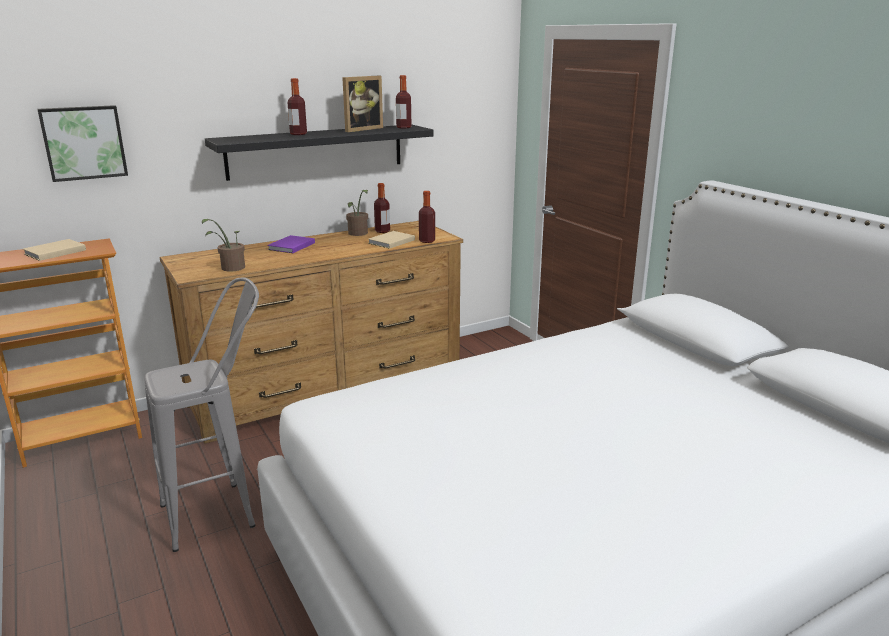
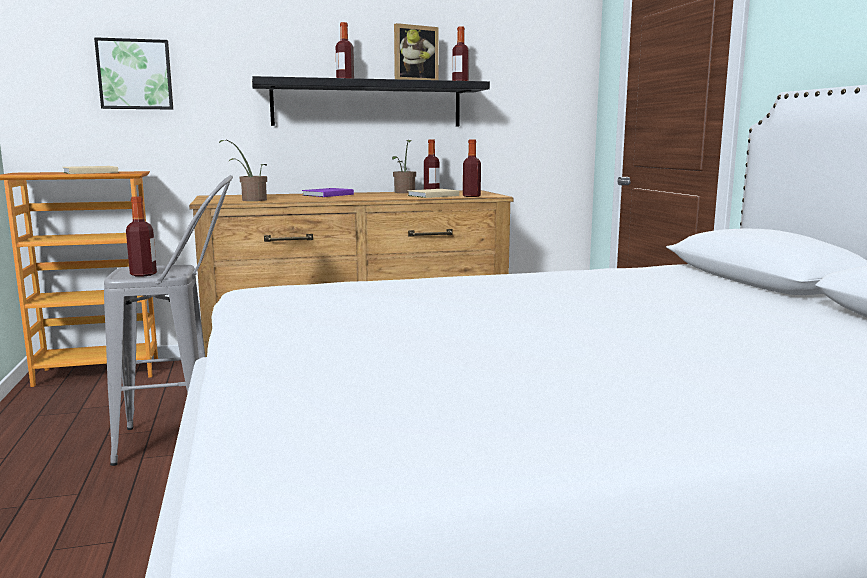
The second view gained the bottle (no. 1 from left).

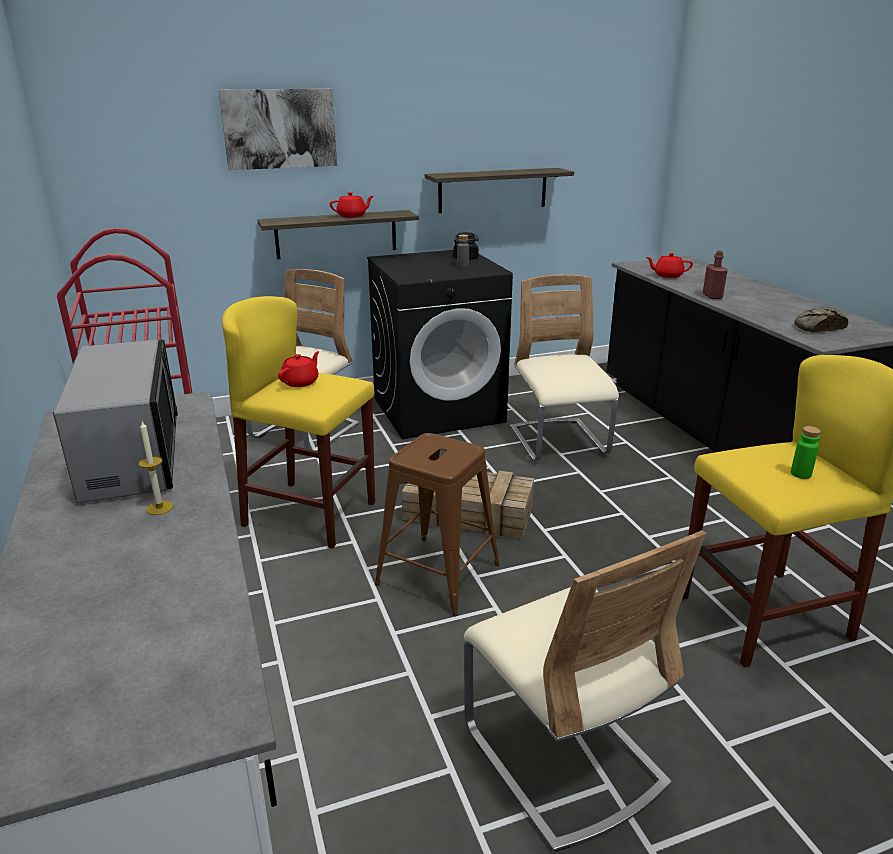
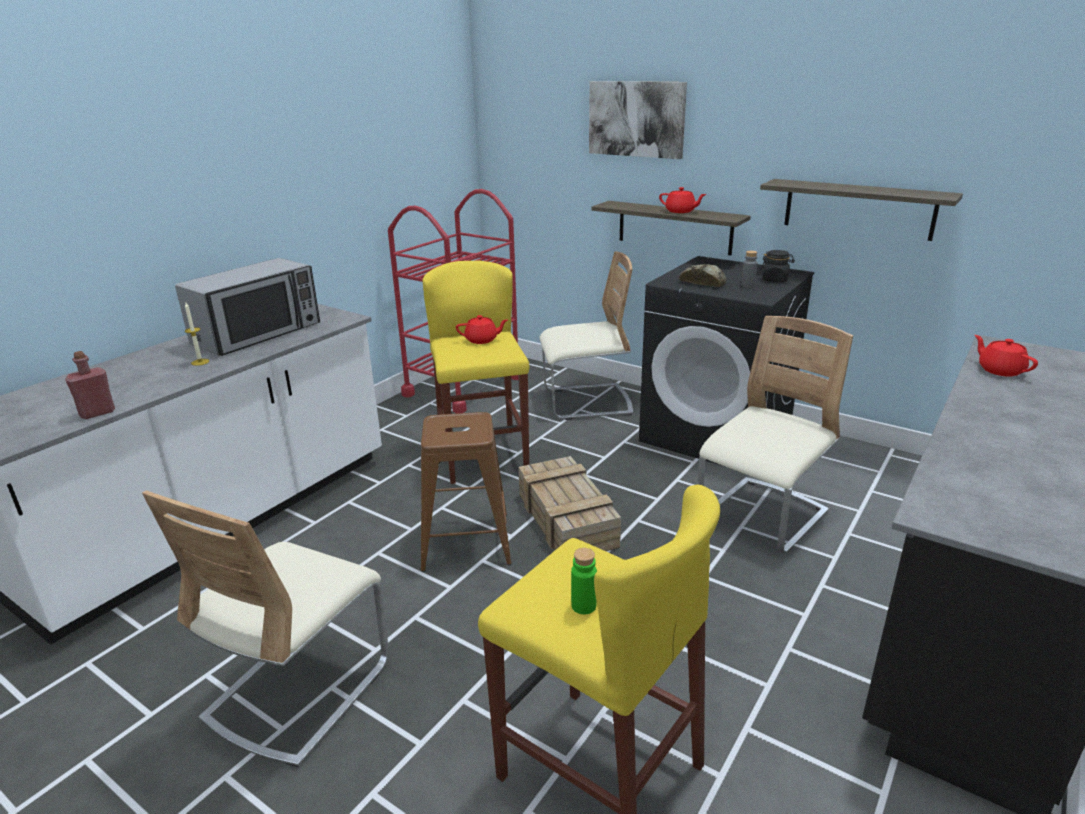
The reddish bottle ended up elsewhere. The bread ended up elsewhere.

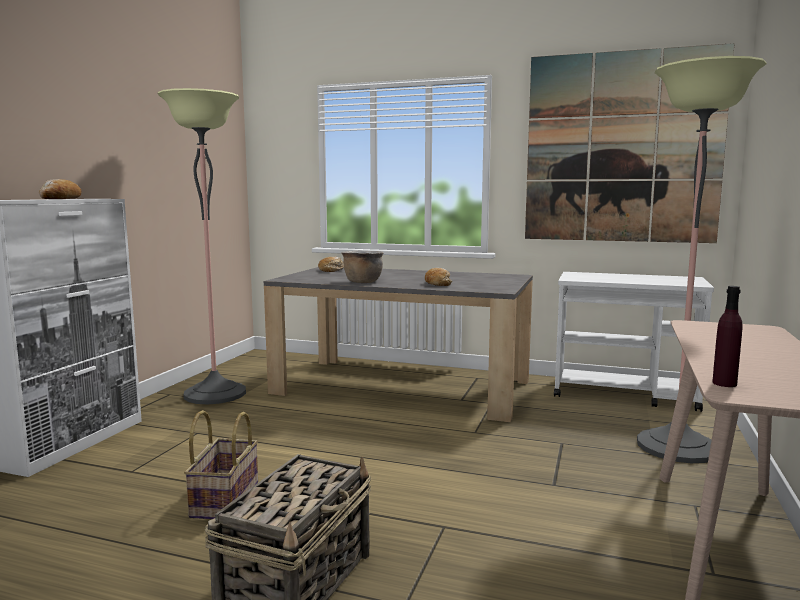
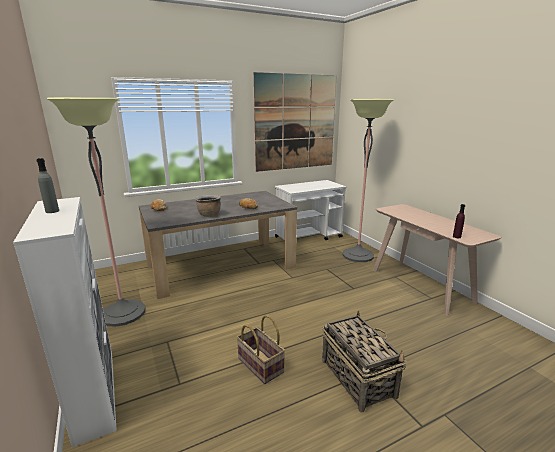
Where the bread (no. 1 from left) stood, the gray bottle came to stand.

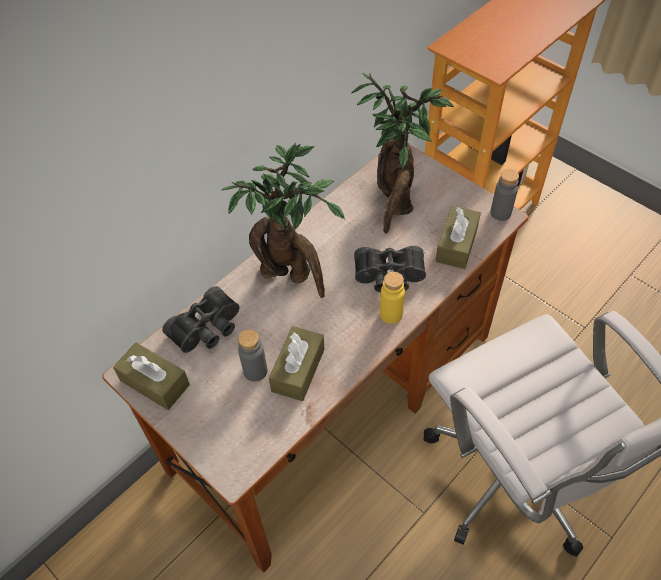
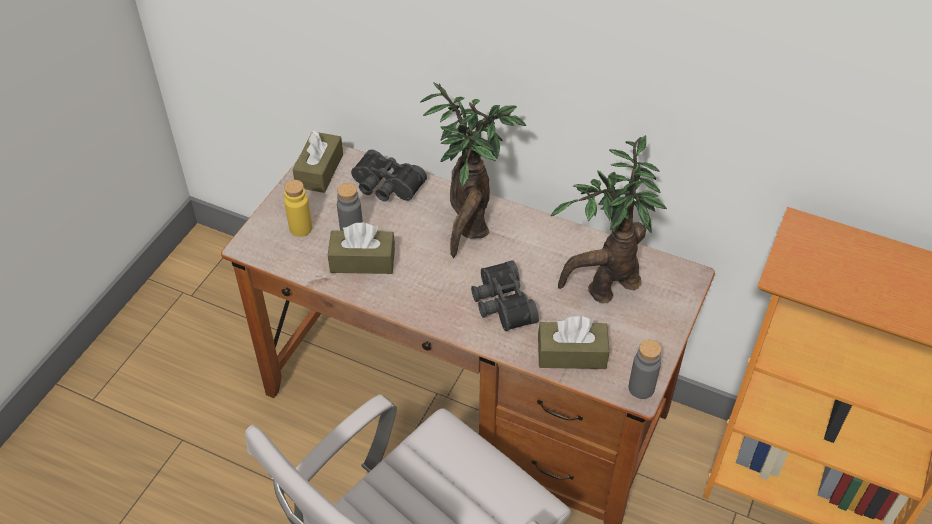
The yellow-coloured bottle ended up elsewhere.

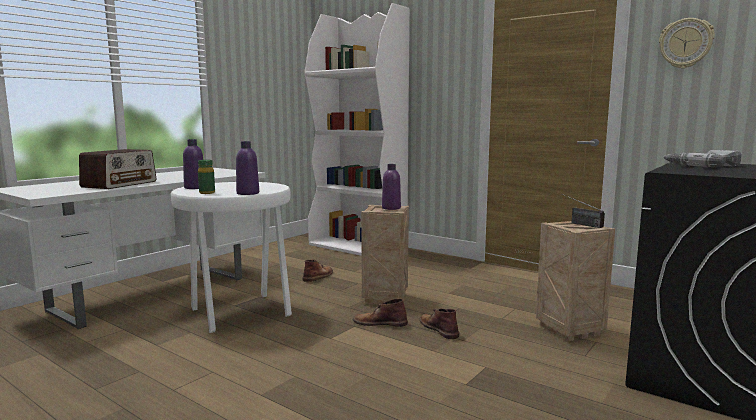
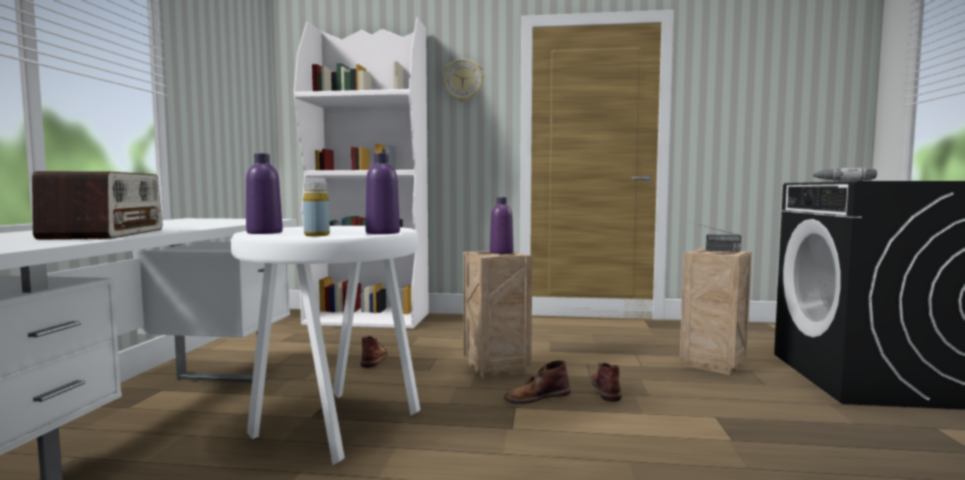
The hanging clock ended up elsewhere. What was the green-coloured bottle turned into the yellow-coloured bottle. The brownish tall boot (no. 3 from left) ended up facing another way, 60 degrees clockwise from before.

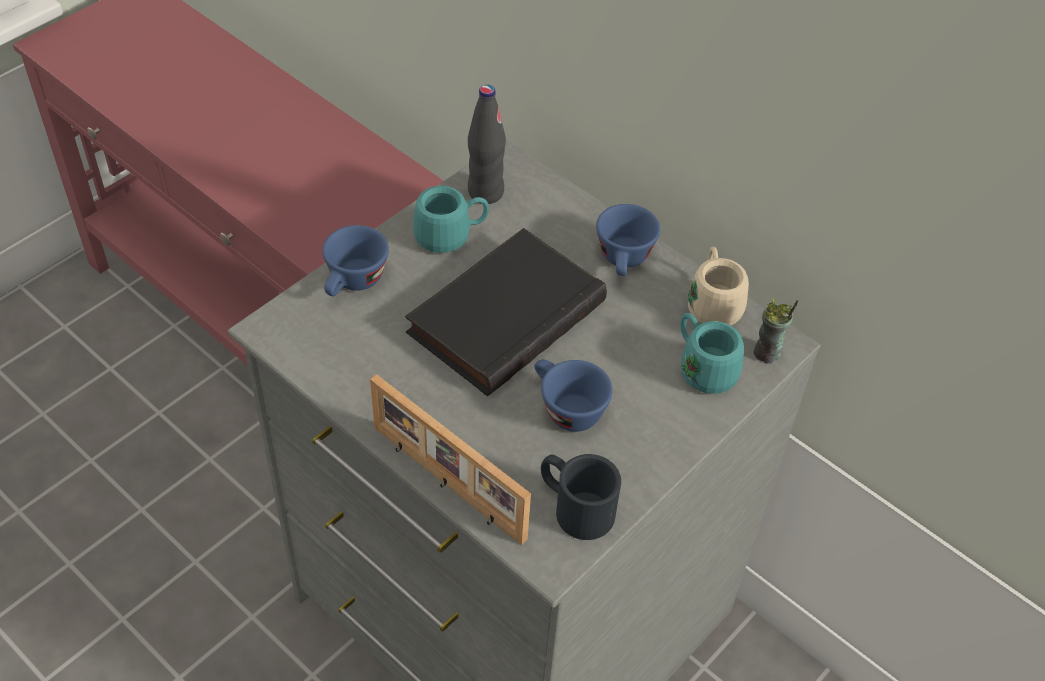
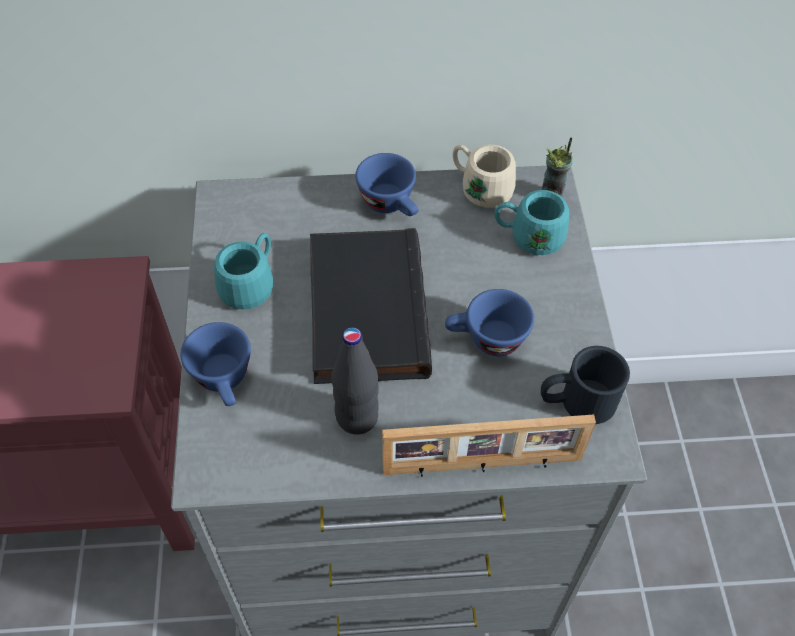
The blackish bottle ended up elsewhere.

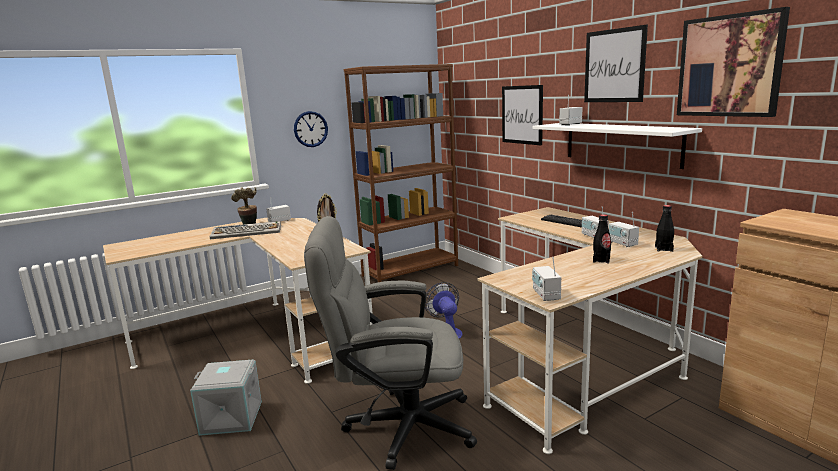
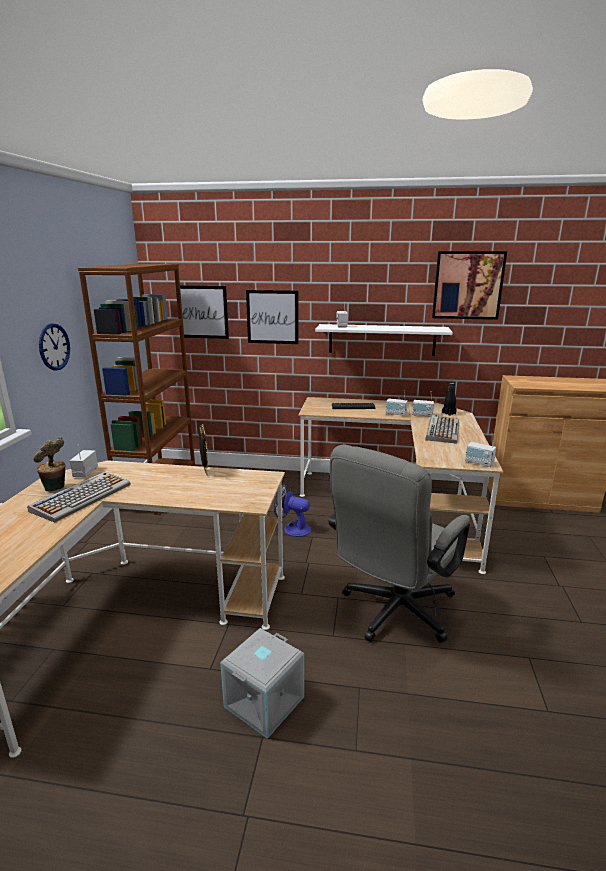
The wall picture (no. 2 from left in the first image) ended up elsewhere. Where the blackish bottle (no. 1 from left) stood, the computer keyboard (no. 3 from left) came to stand.

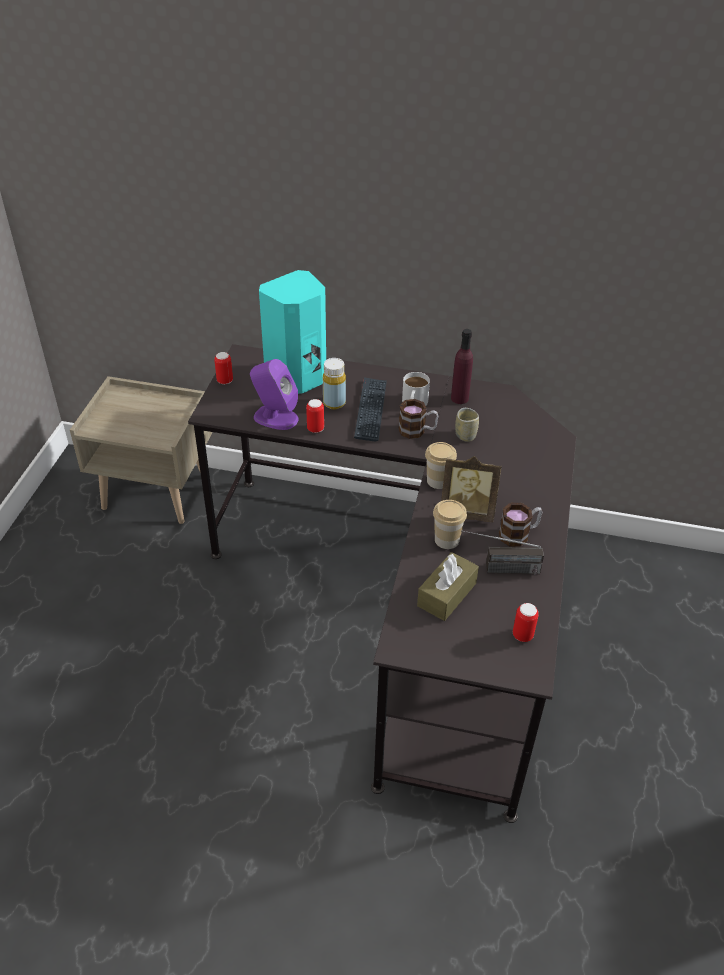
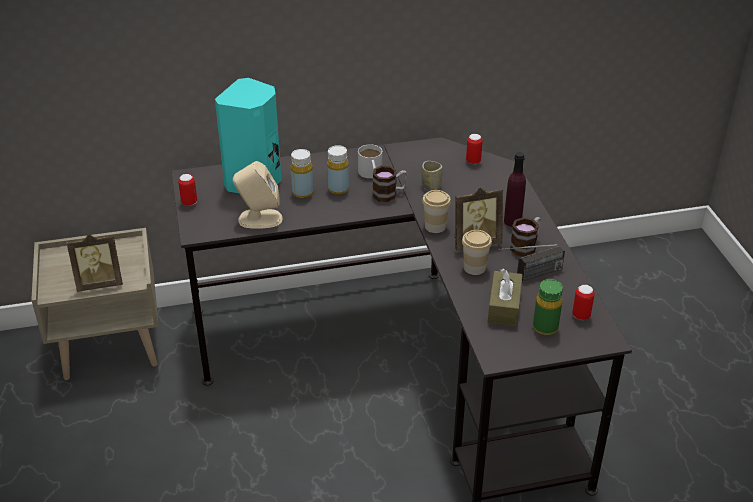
The purplish bottle ended up elsewhere. What was the purplish loudspeaker turned into the sand-coloured loudspeaker. Where the computer keyboard stood, the yellow-coloured bottle (no. 2 from left) came to stand. The metal can (no. 2 from left) ended up elsewhere. The second view gained the standing frame (no. 1 from left). The second view gained the green-coloured bottle.

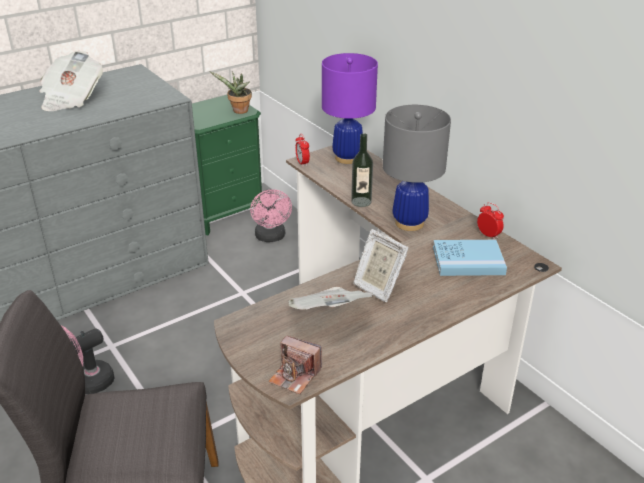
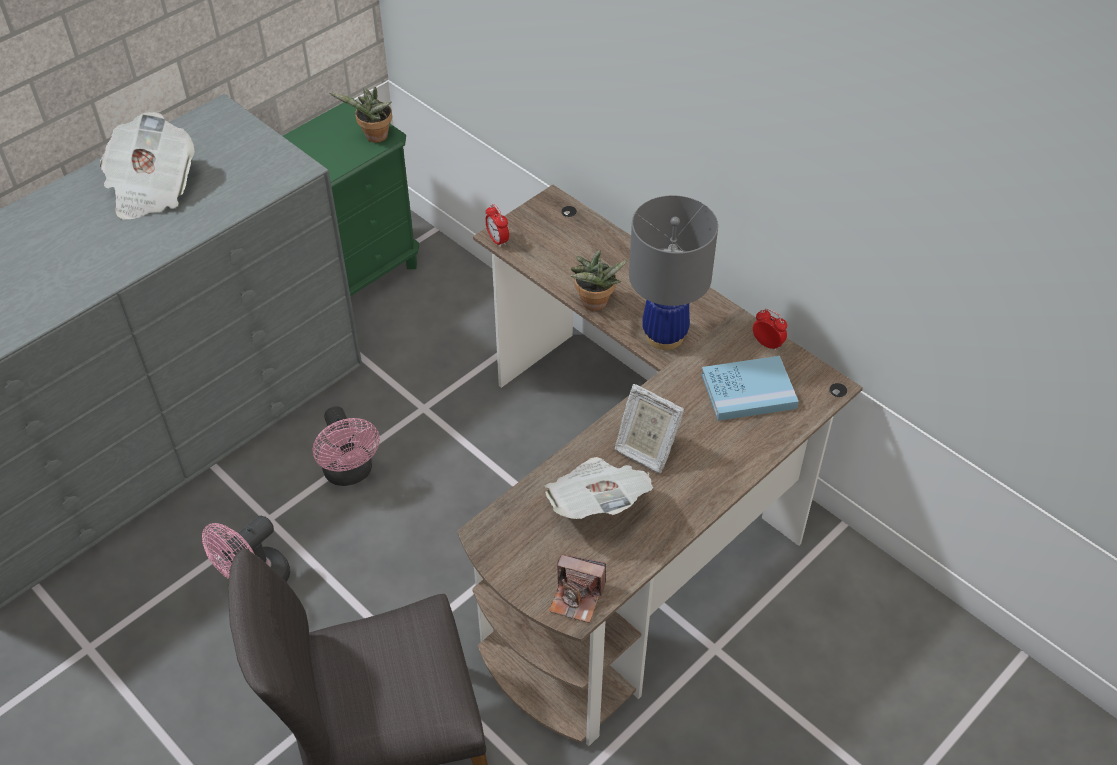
The second view lost the purplish lamp for a table. Where the bottle stood, the potted plant (no. 2 from left) came to stand. The pink electric fan (no. 2 from left) ended up elsewhere.

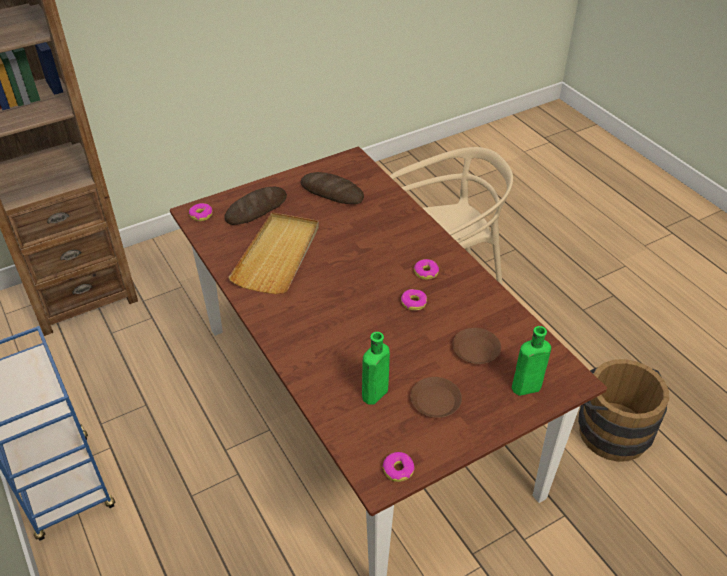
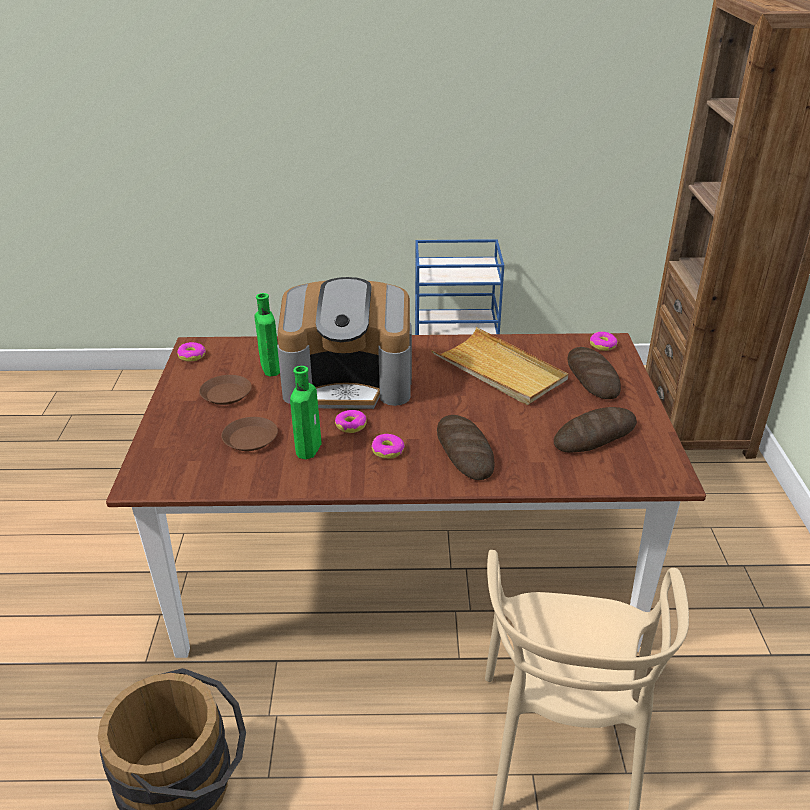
The green-coloured bottle (no. 2 from left) ended up elsewhere. The second view gained the coffee brewer. The second view gained the bread (no. 1 from left).

